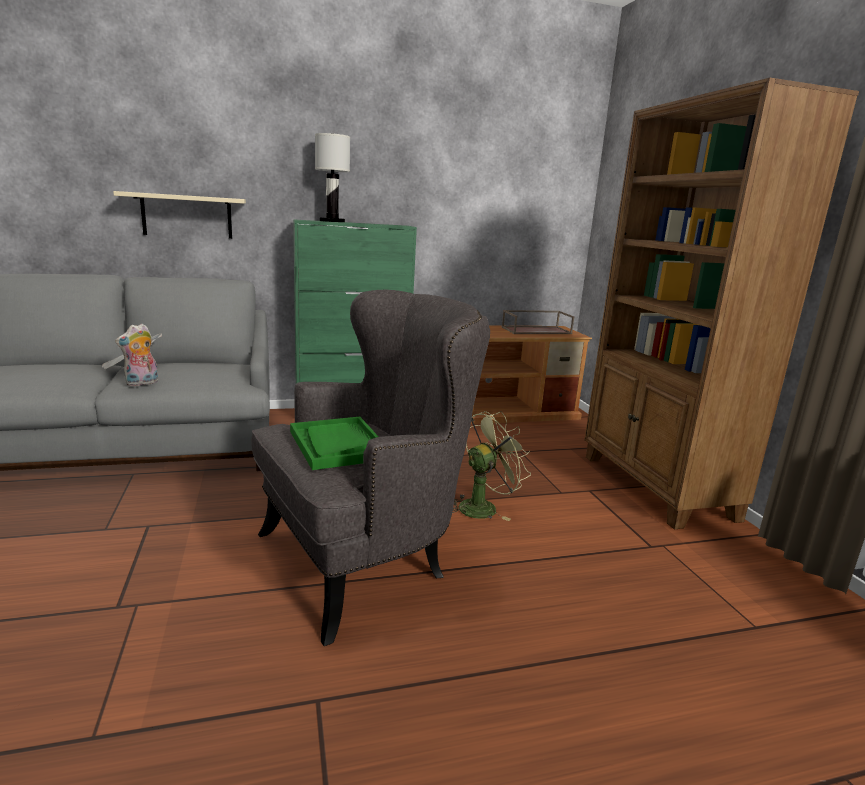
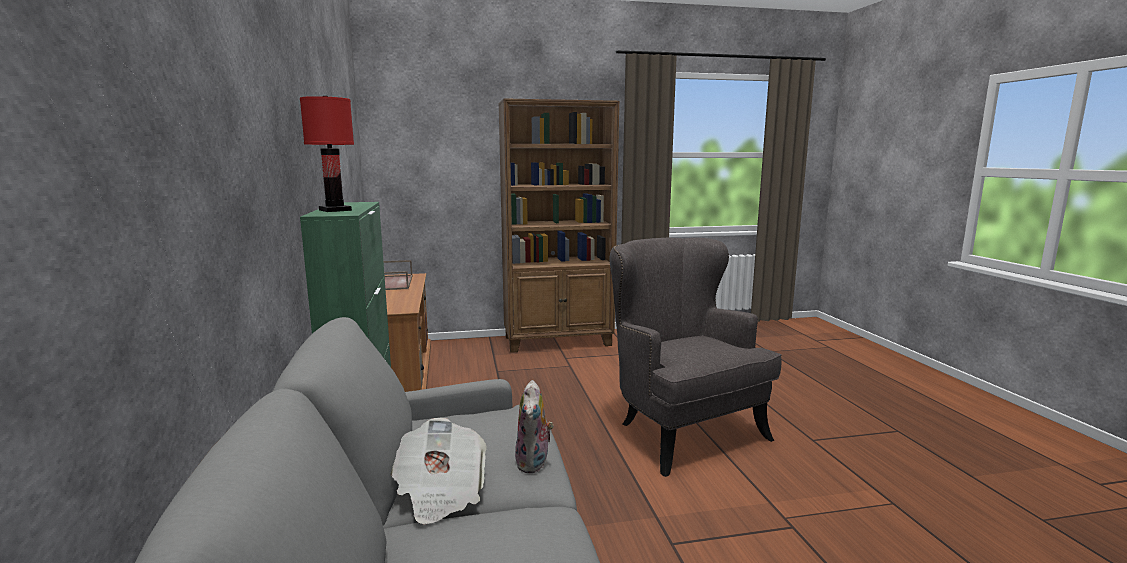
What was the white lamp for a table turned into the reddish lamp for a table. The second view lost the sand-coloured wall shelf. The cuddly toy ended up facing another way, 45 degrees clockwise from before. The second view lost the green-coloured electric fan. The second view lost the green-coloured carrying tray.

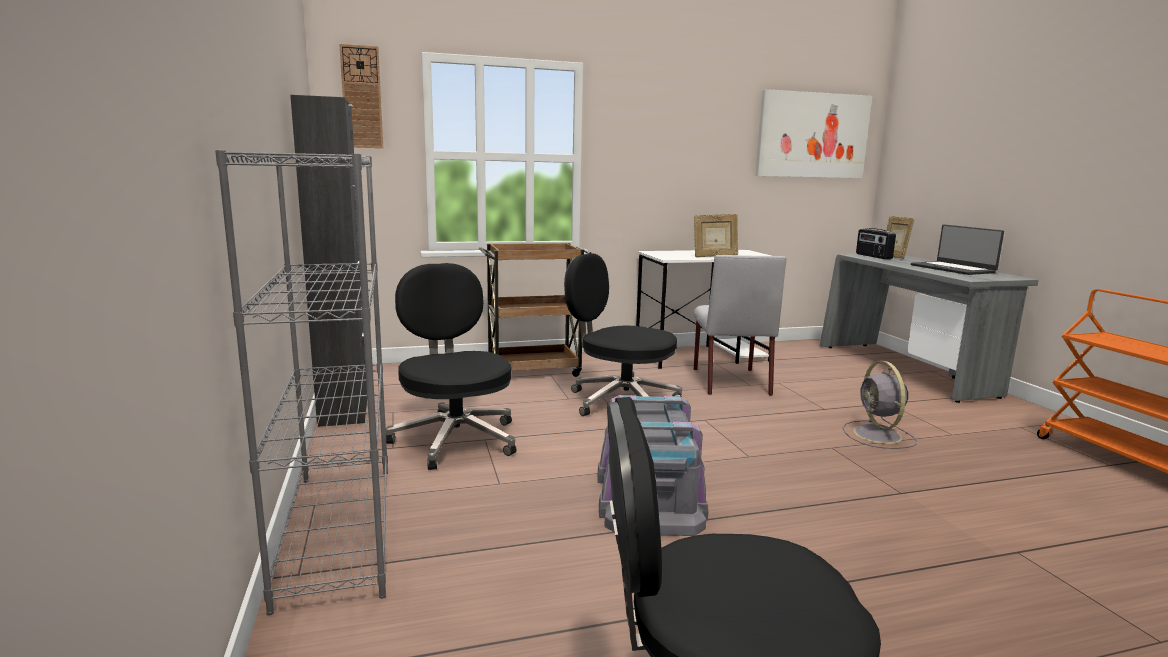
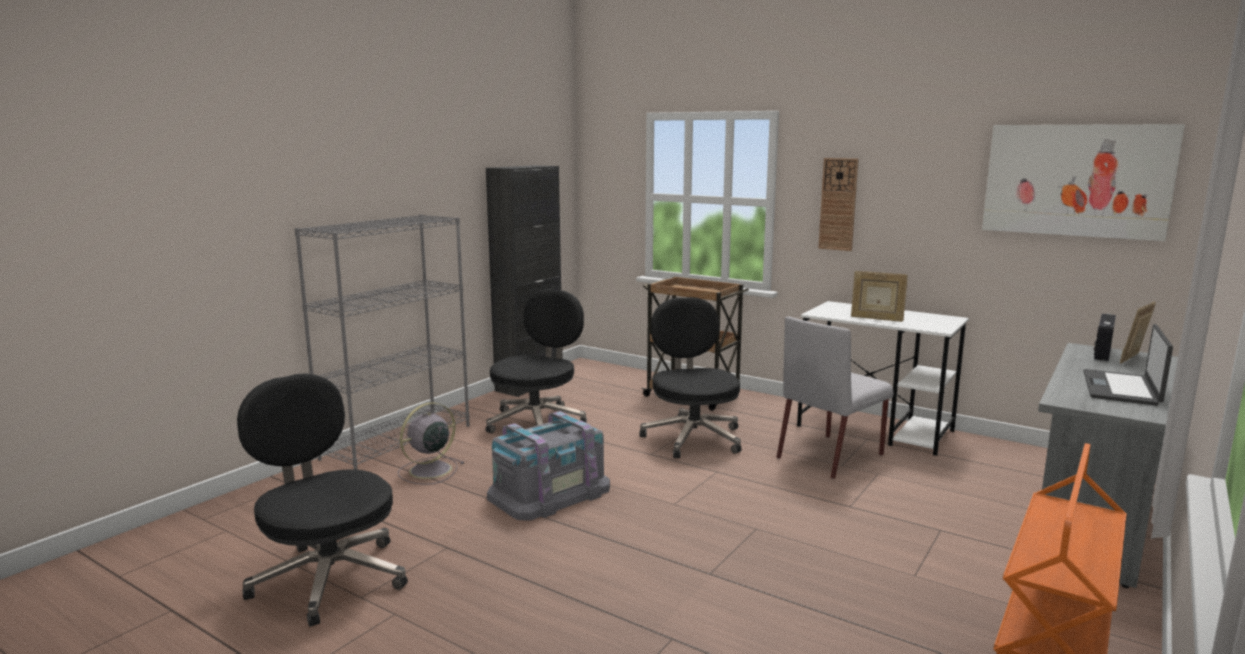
The hanging clock ended up elsewhere. The gray electric fan ended up elsewhere.

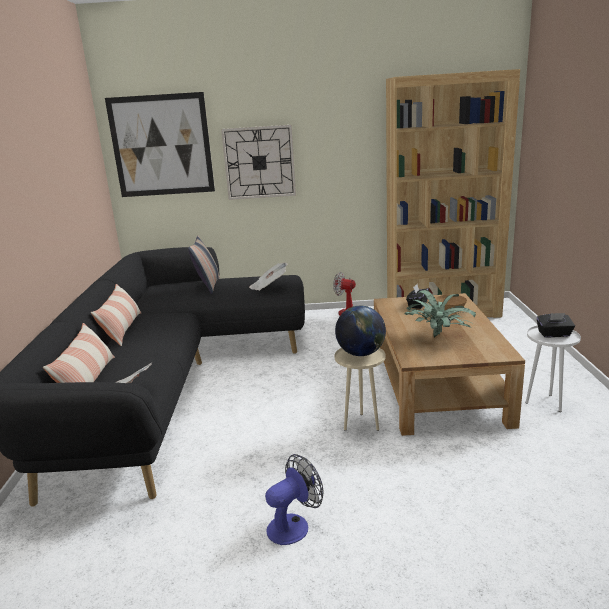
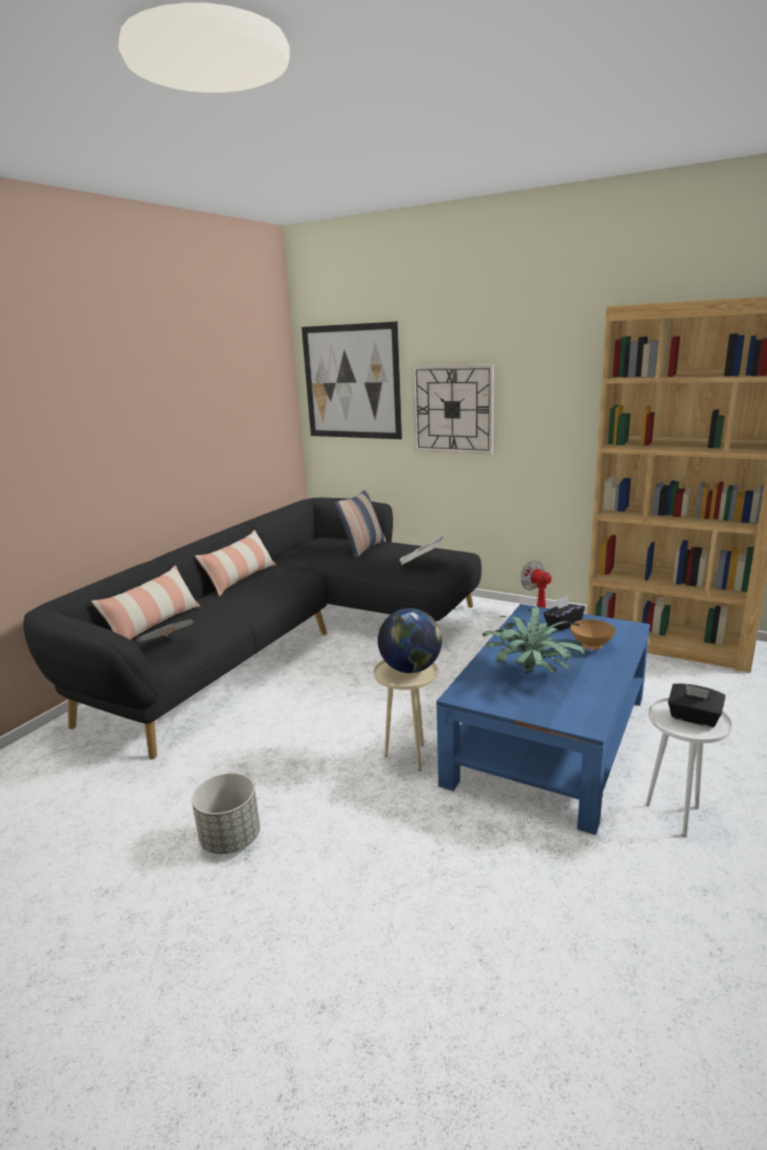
What was the brownish low table turned into the blue-coloured low table. Where the electric fan (no. 1 from left) stood, the gray planter came to stand.

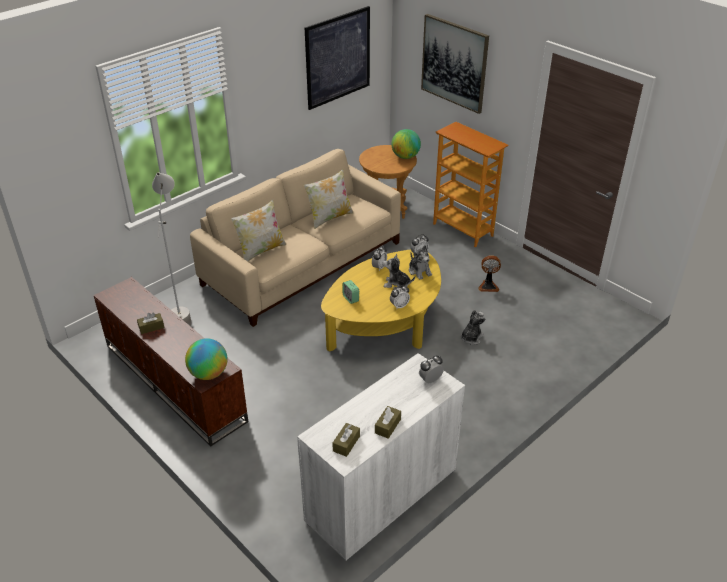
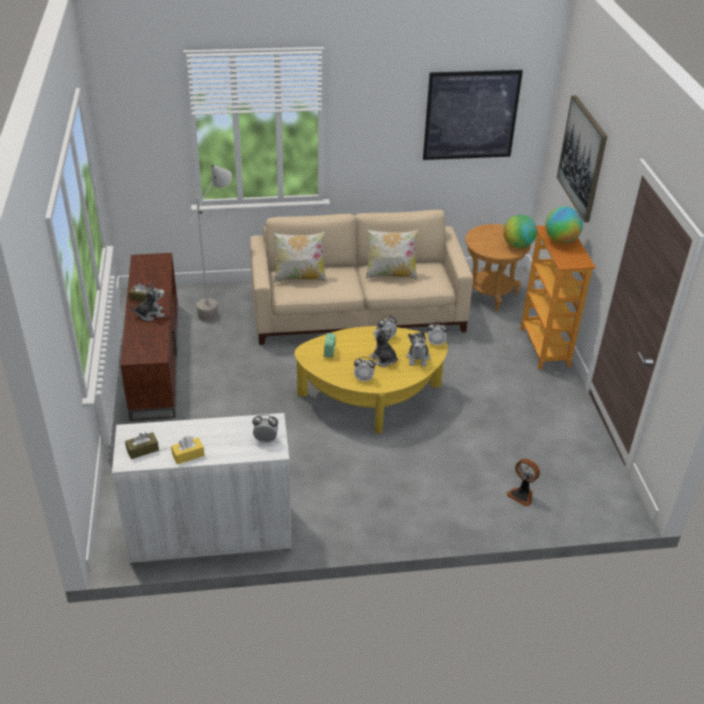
The electric fan ended up elsewhere. The cuddly toy (no. 3 from left in the first image) ended up elsewhere. The world globe (no. 1 from left in the first image) ended up elsewhere. What was the brownish box of tissues (no. 3 from left) turned into the yellow-coloured box of tissues.

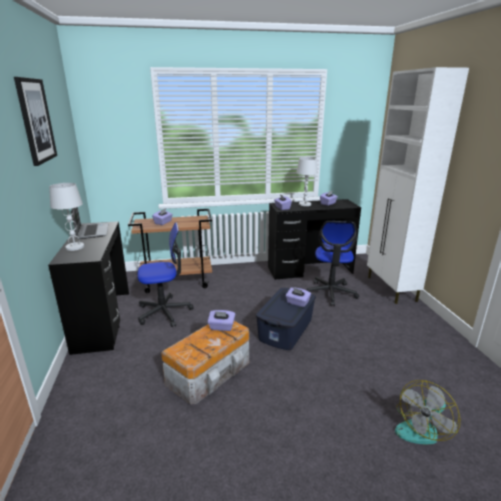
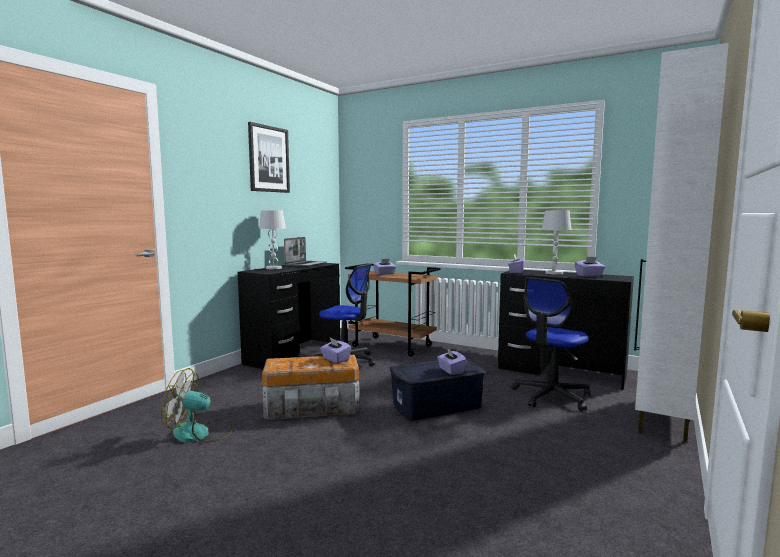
The electric fan ended up elsewhere.

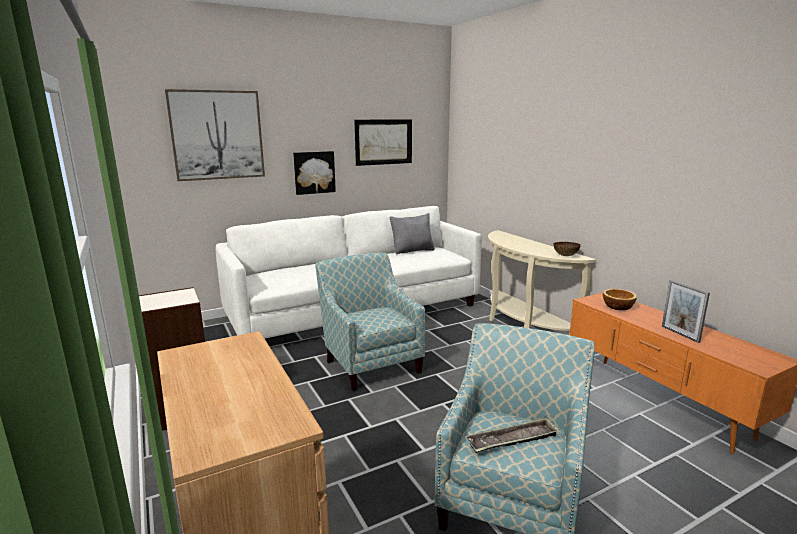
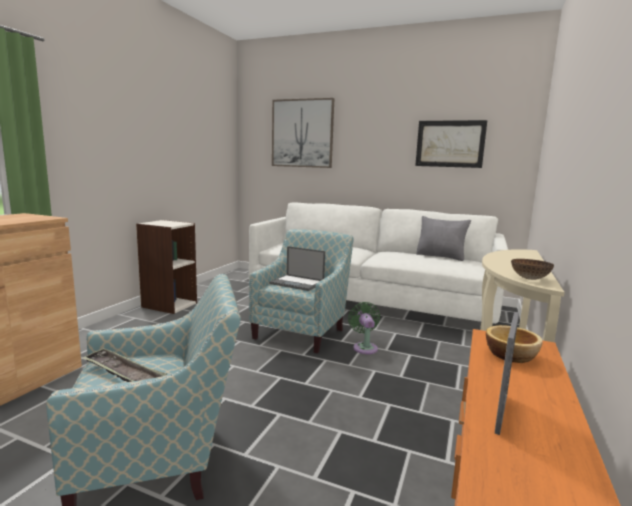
The second view lost the wall picture (no. 2 from left). The second view gained the portable computer. The second view gained the green-coloured electric fan.

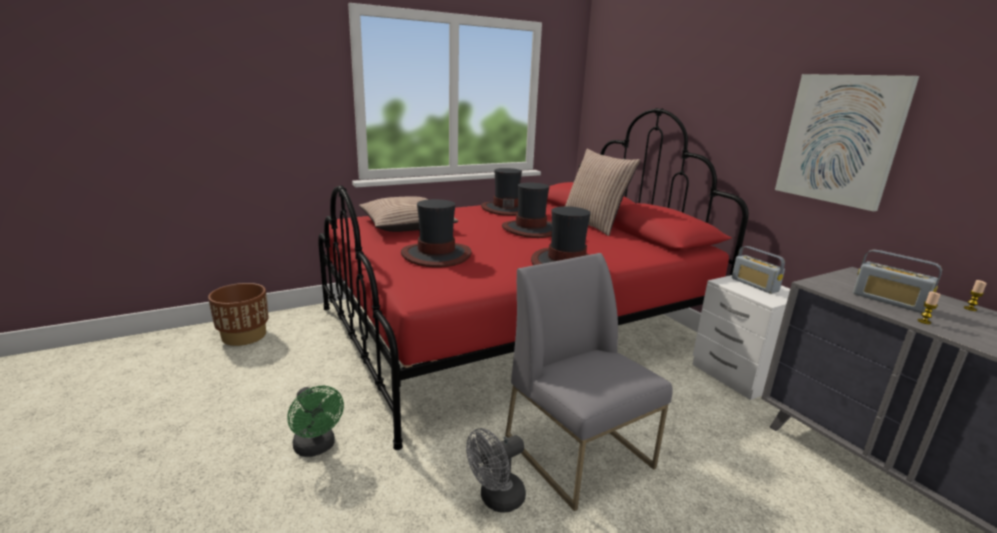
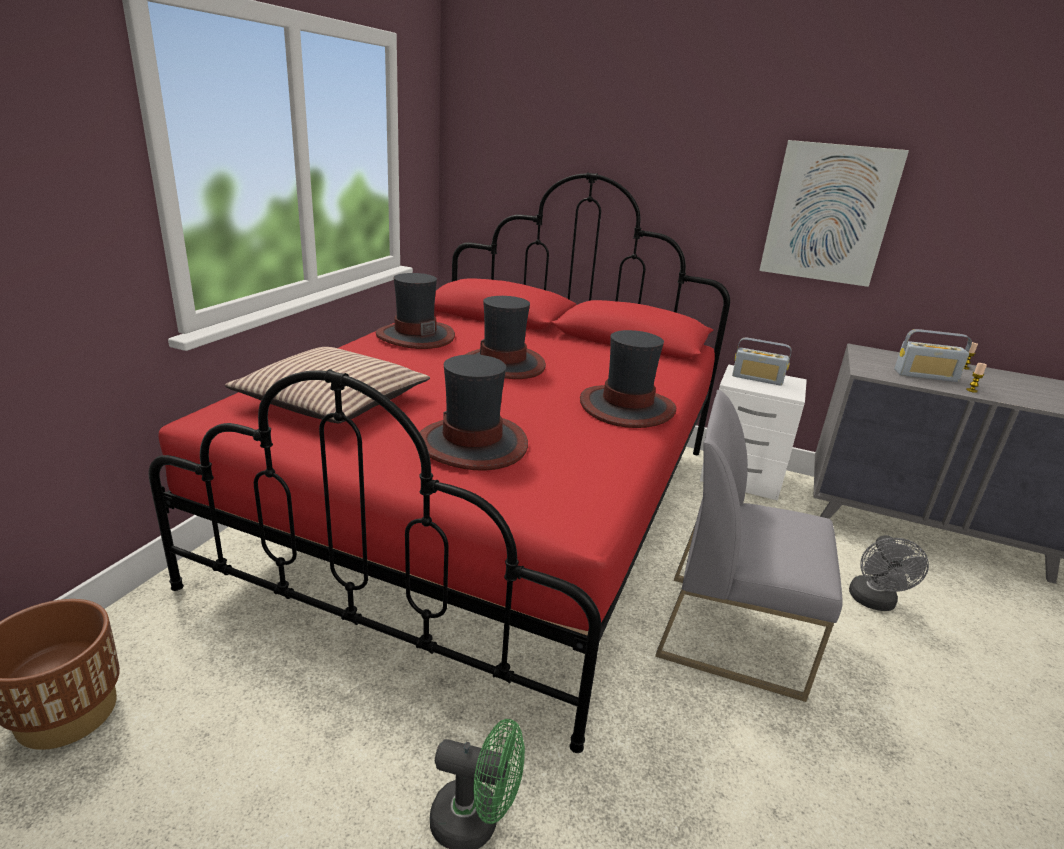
The second view lost the throw pillow (no. 2 from left). The gray electric fan ended up elsewhere.

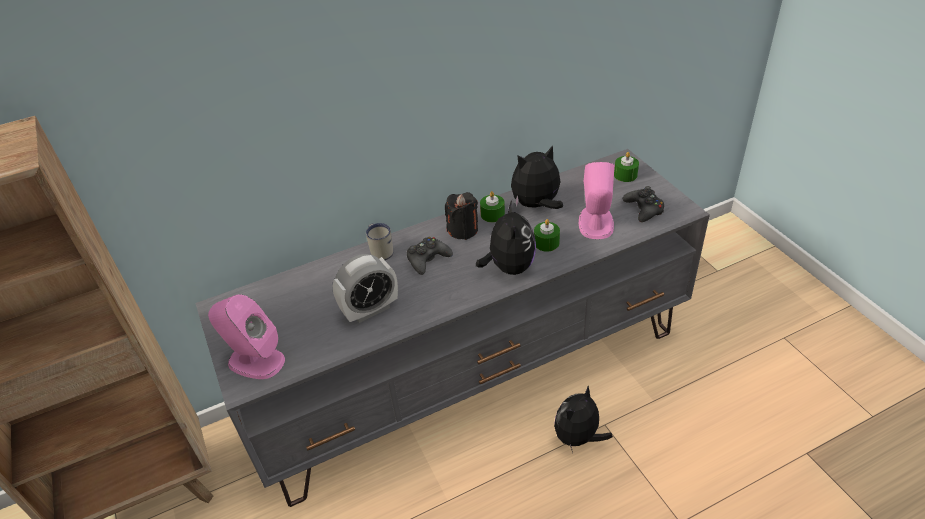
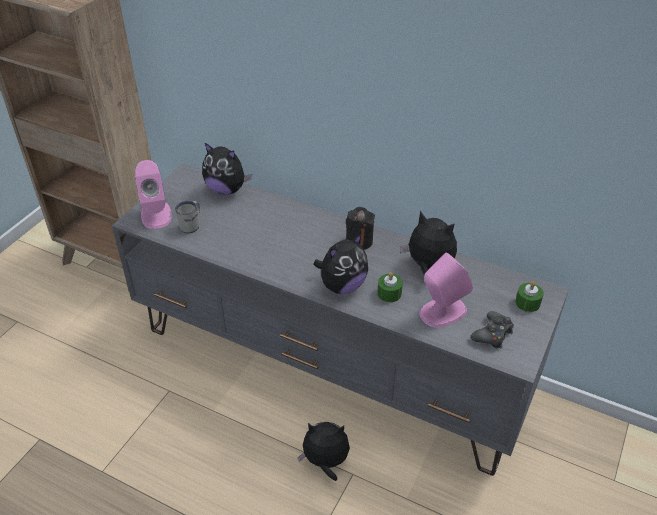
The second view lost the green-coloured wax candle (no. 1 from left). The white tea mug ended up elsewhere. The second view lost the blackish gamepad (no. 1 from left). The second view lost the table clock. The second view gained the cuddly toy (no. 1 from left).

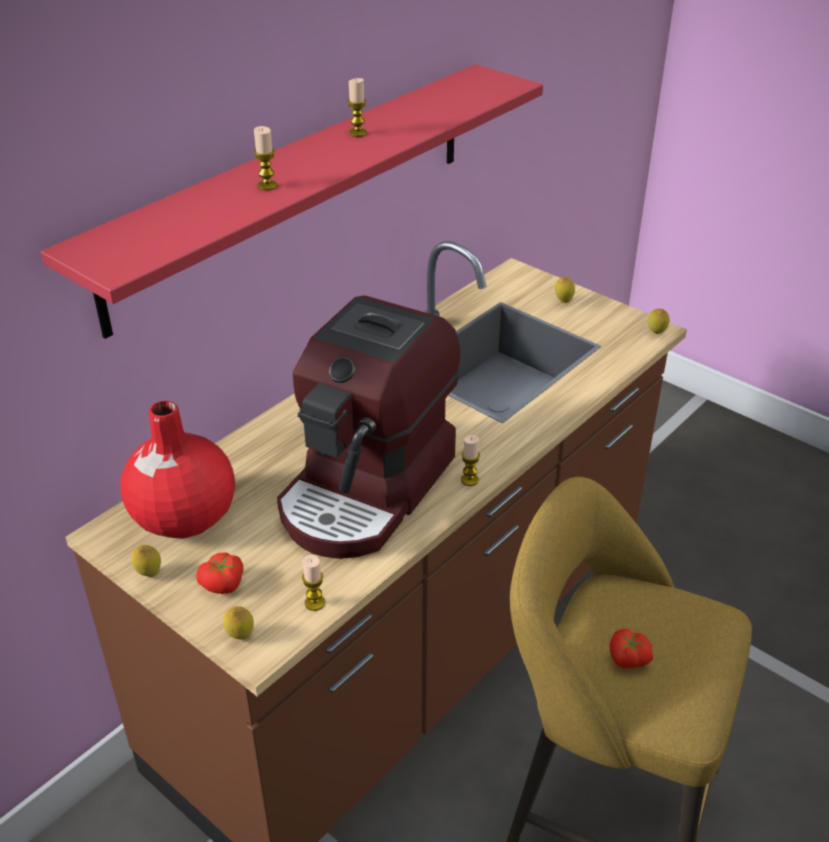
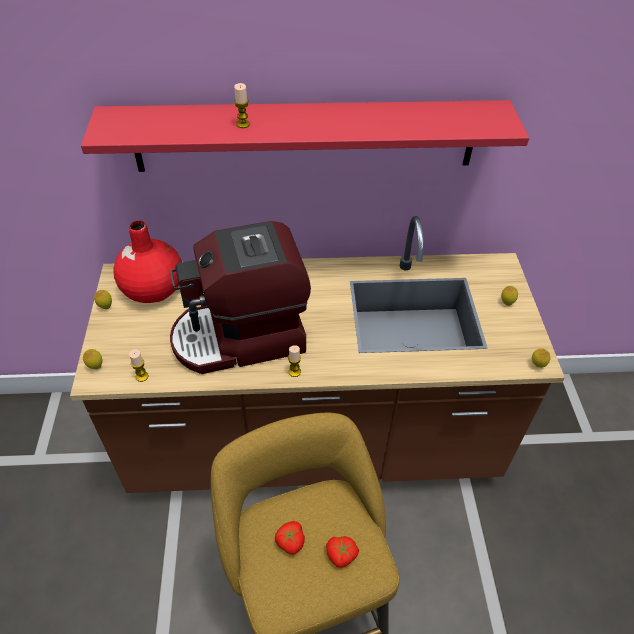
The second view lost the wax candle (no. 3 from left). The fresh tomato (no. 1 from left in the first image) ended up elsewhere.

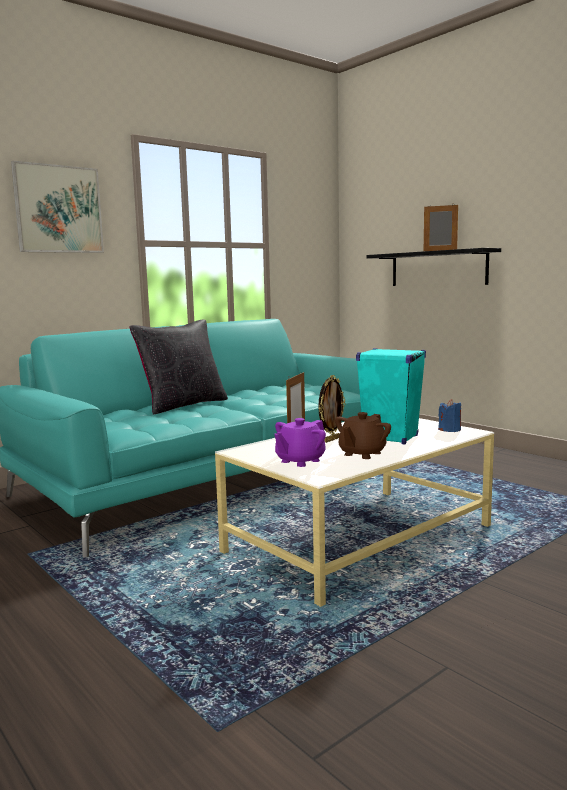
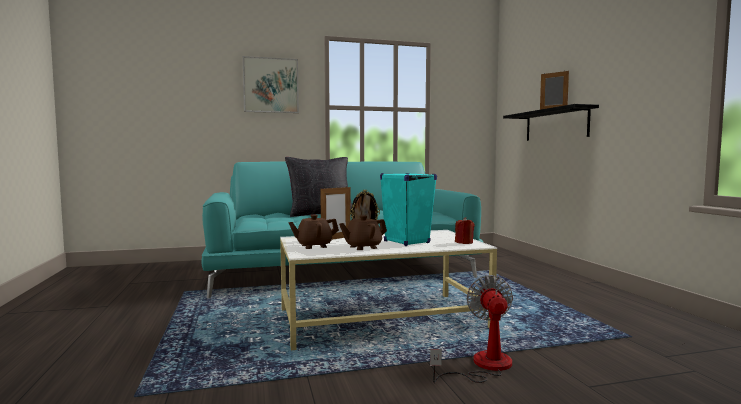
What was the blue-coloured wax candle turned into the reddish wax candle. What was the purplish tea pot turned into the brownish tea pot (no. 1 from left). The second view gained the electric fan.

